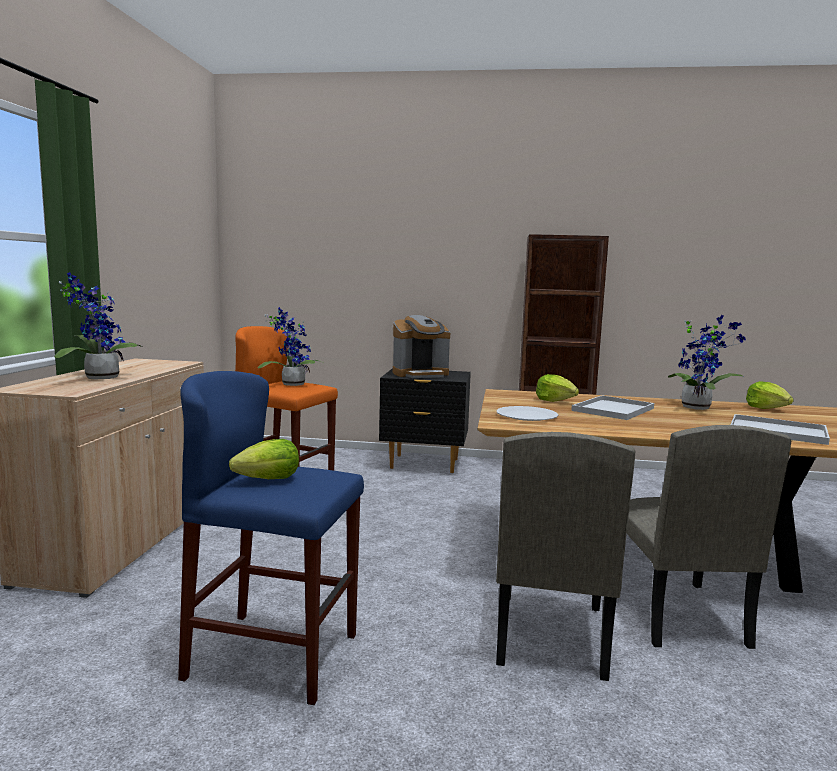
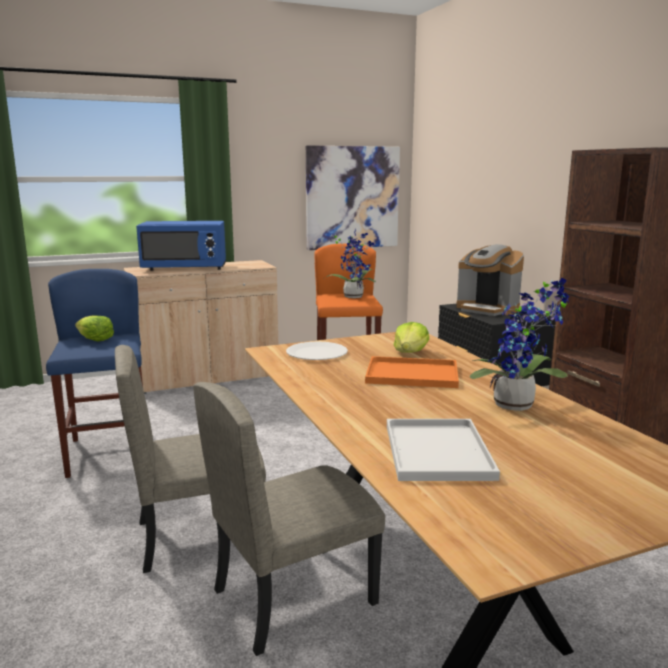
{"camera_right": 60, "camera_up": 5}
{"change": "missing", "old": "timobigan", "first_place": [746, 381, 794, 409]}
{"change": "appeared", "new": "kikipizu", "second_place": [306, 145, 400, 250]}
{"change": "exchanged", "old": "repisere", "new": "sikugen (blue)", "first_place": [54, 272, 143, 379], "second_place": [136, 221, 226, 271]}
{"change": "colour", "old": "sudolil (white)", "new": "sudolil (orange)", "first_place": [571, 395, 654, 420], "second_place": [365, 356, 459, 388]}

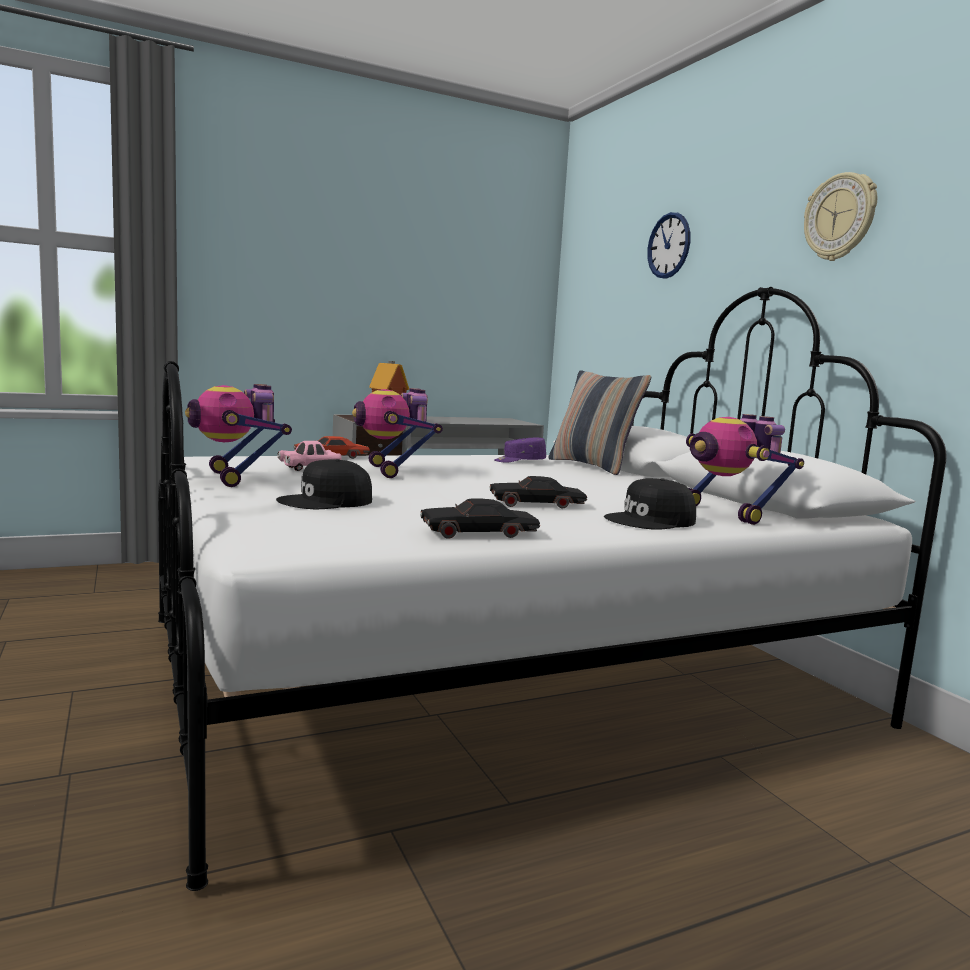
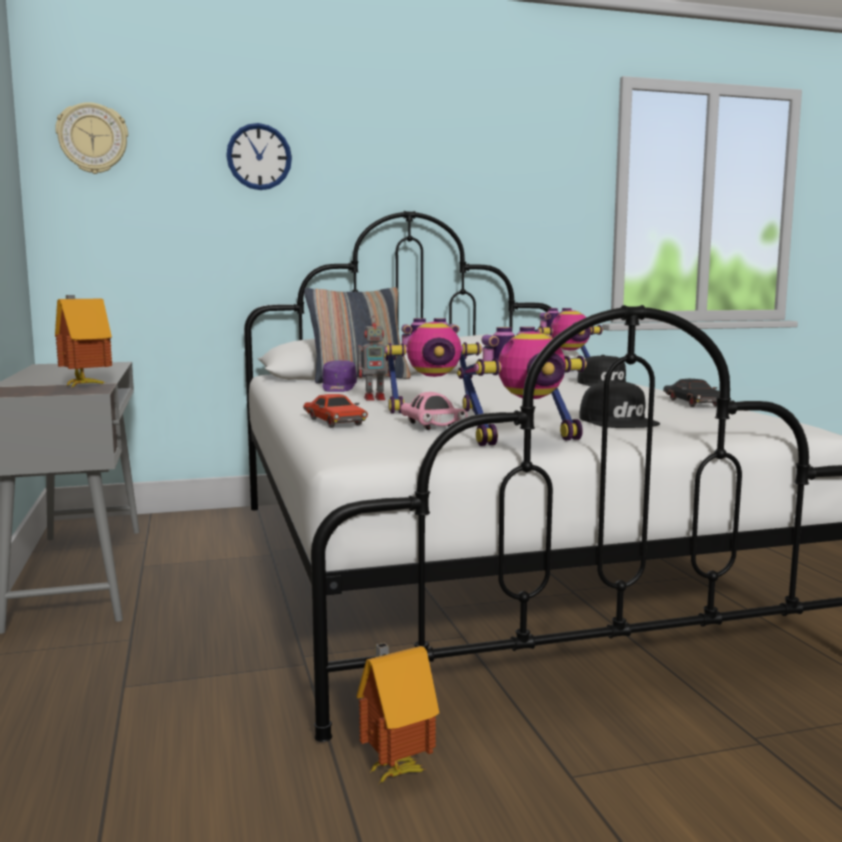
{"camera_right": -80, "camera_up": 0}
{"change": "missing", "old": "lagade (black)", "first_place": [489, 476, 587, 508]}
{"change": "appeared", "new": "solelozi", "second_place": [356, 642, 439, 784]}
{"change": "appeared", "new": "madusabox", "second_place": [358, 316, 390, 401]}
{"change": "relocated", "old": "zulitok", "first_place": [804, 172, 877, 261], "second_place": [55, 102, 128, 174]}

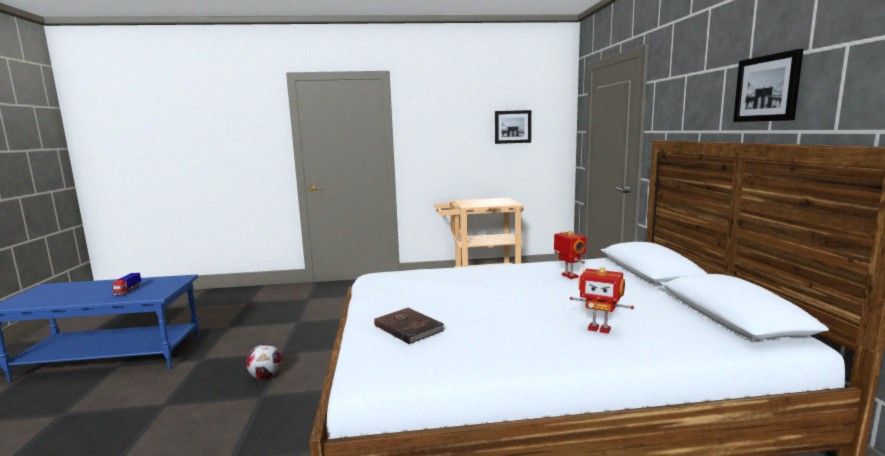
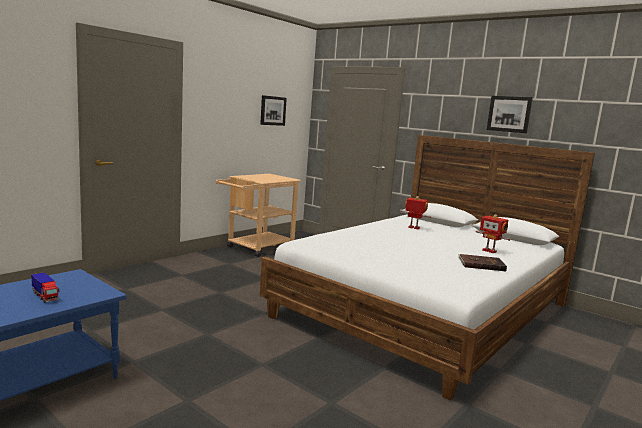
{"camera_right": -45, "camera_up": 0}
{"change": "missing", "old": "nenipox", "first_place": [246, 344, 282, 379]}
{"change": "relocated", "old": "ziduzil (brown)", "first_place": [374, 308, 445, 344], "second_place": [458, 254, 507, 271]}
{"change": "spun", "old": "madusabox", "first_place": [570, 267, 634, 334], "second_place": [476, 214, 510, 253], "degrees": 60}

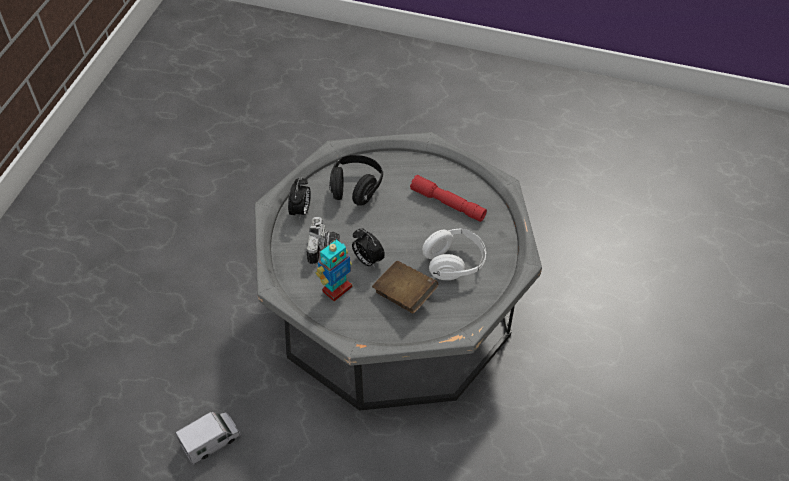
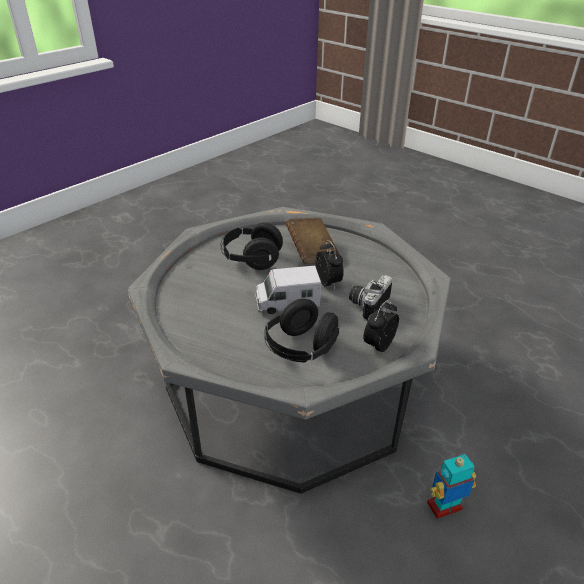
{"camera_right": -155, "camera_up": -15}
{"change": "missing", "old": "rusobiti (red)", "first_place": [410, 175, 487, 222]}
{"change": "relocated", "old": "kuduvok", "first_place": [175, 411, 241, 465], "second_place": [255, 266, 321, 314]}
{"change": "relocated", "old": "madusabox", "first_place": [316, 239, 352, 301], "second_place": [427, 454, 476, 519]}
{"change": "colour", "old": "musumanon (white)", "new": "musumanon (black)", "first_place": [422, 228, 486, 280], "second_place": [220, 223, 283, 270]}

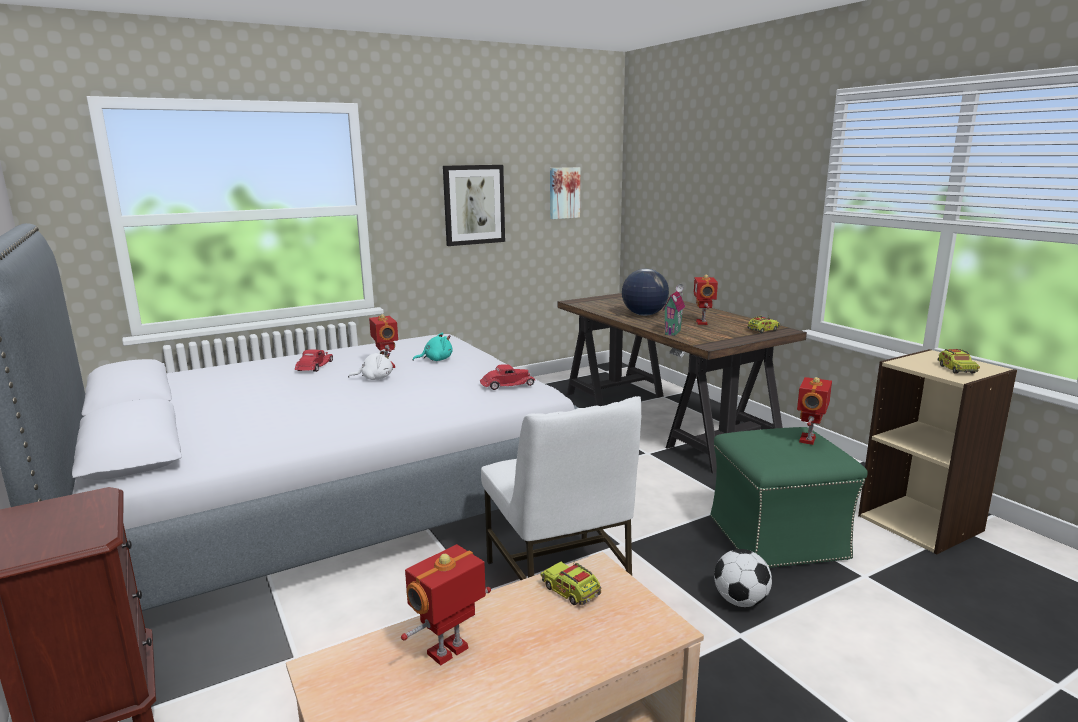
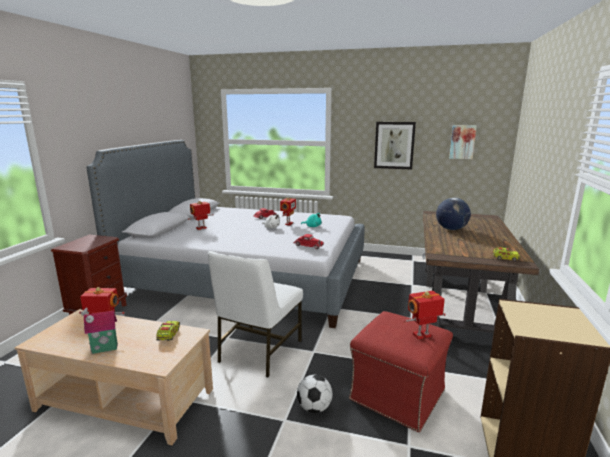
{"camera_right": 45, "camera_up": 0}
{"change": "missing", "old": "kuduvok", "first_place": [937, 348, 980, 374]}
{"change": "relocated", "old": "solelozi", "first_place": [662, 284, 685, 336], "second_place": [80, 307, 118, 354]}
{"change": "relocated", "old": "madusabox", "first_place": [694, 275, 718, 325], "second_place": [188, 201, 214, 230]}
{"change": "colour", "old": "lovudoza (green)", "new": "lovudoza (red)", "first_place": [710, 427, 868, 568], "second_place": [349, 311, 453, 432]}

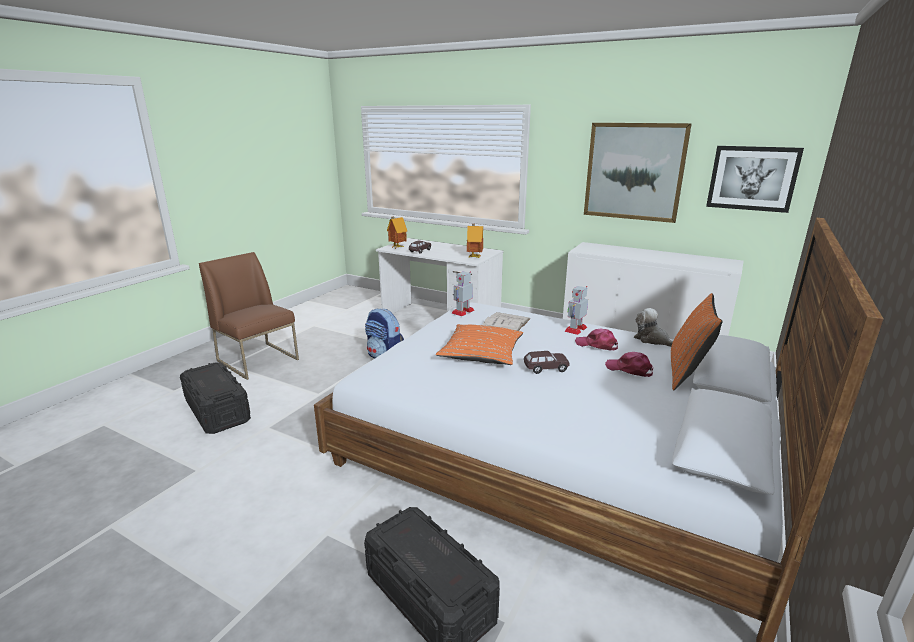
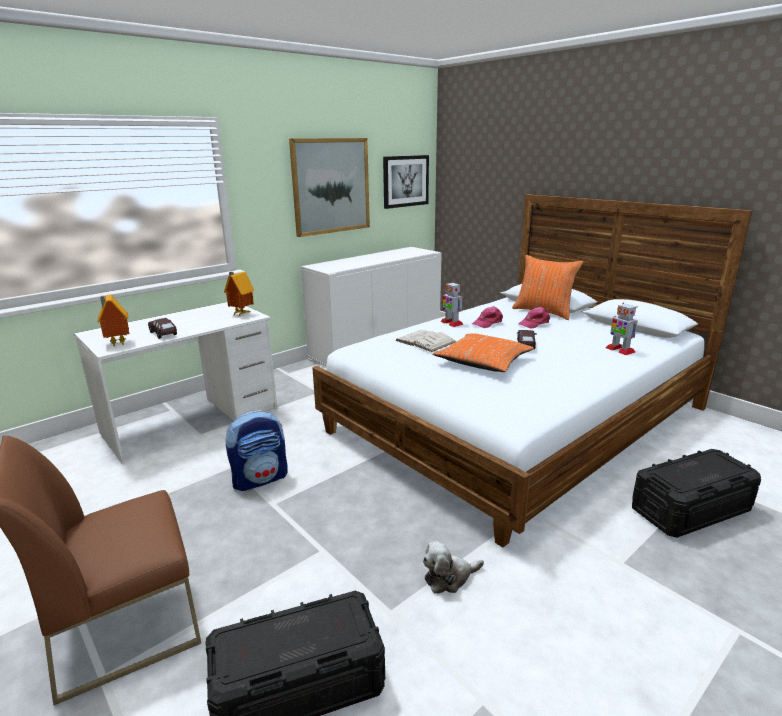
{"camera_right": -70, "camera_up": 0}
{"change": "relocated", "old": "madusabox", "first_place": [451, 271, 474, 316], "second_place": [606, 302, 638, 355]}
{"change": "relocated", "old": "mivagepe", "first_place": [634, 308, 673, 347], "second_place": [423, 541, 484, 593]}

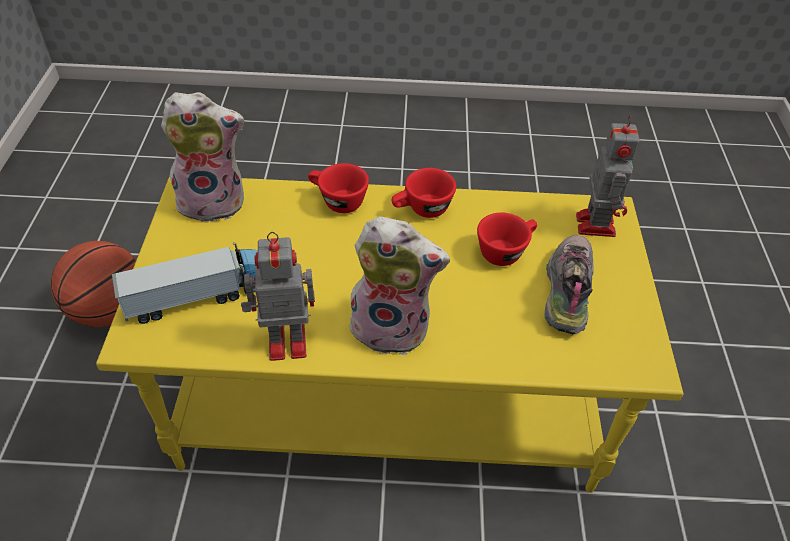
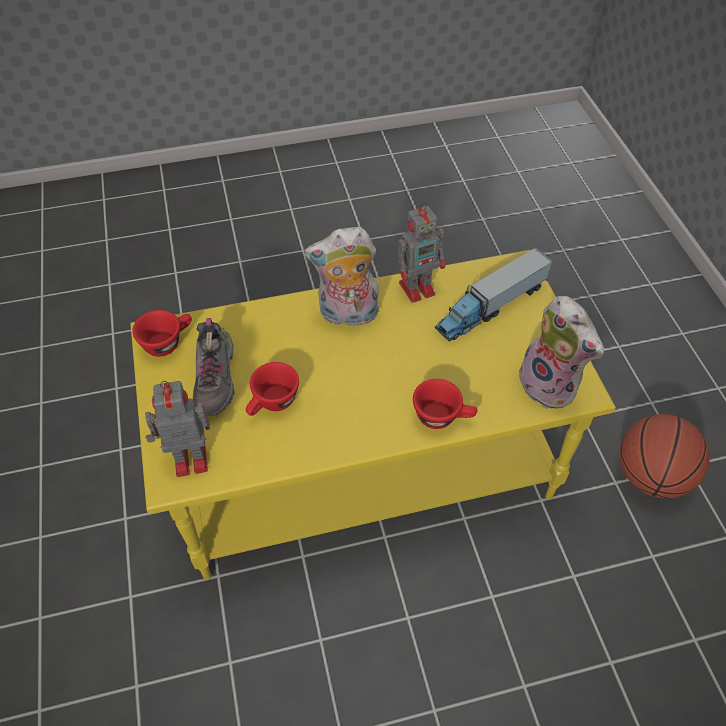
{"camera_right": 165, "camera_up": 5}
{"change": "relocated", "old": "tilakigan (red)", "first_place": [392, 168, 456, 218], "second_place": [132, 310, 192, 357]}
{"change": "spun", "old": "mivagepe", "first_place": [161, 92, 244, 222], "second_place": [517, 296, 604, 409], "degrees": -105}
{"change": "spun", "old": "madusabox", "first_place": [576, 115, 640, 237], "second_place": [145, 381, 210, 477], "degrees": 90}

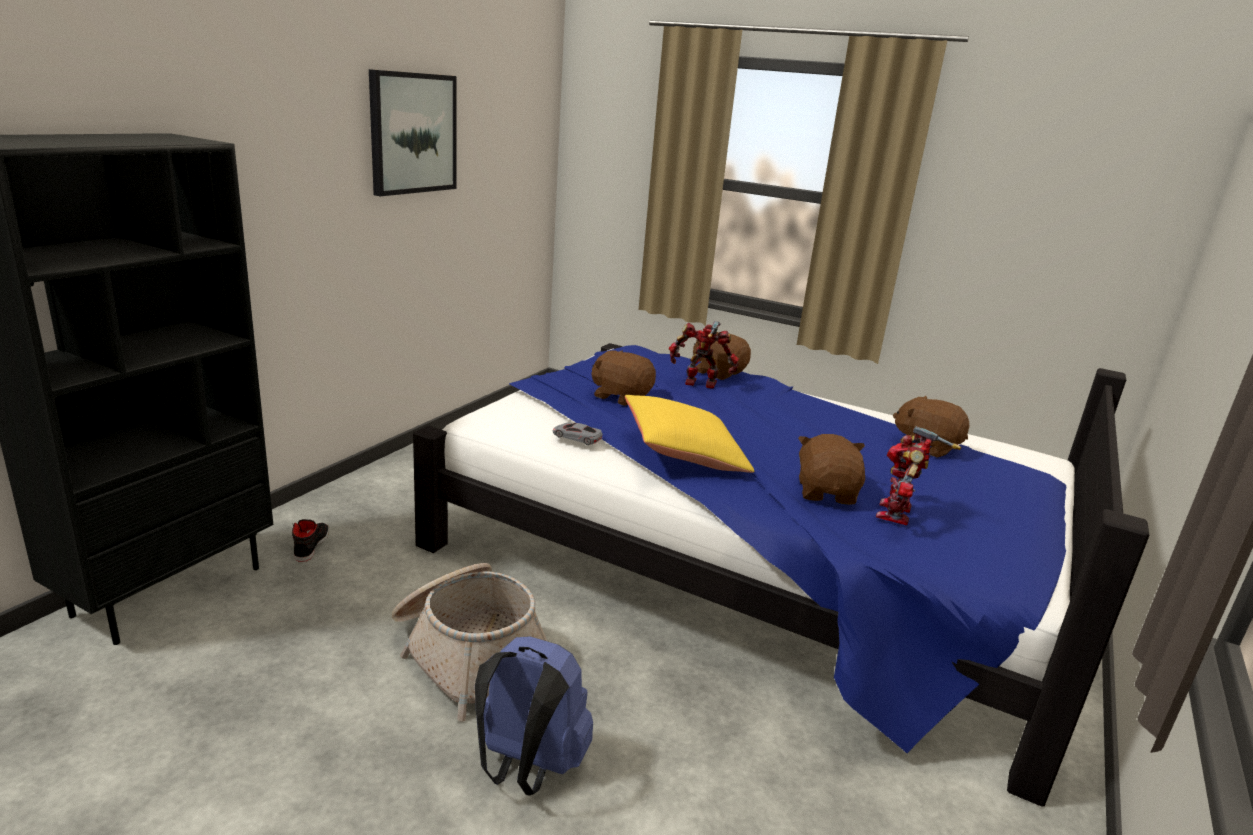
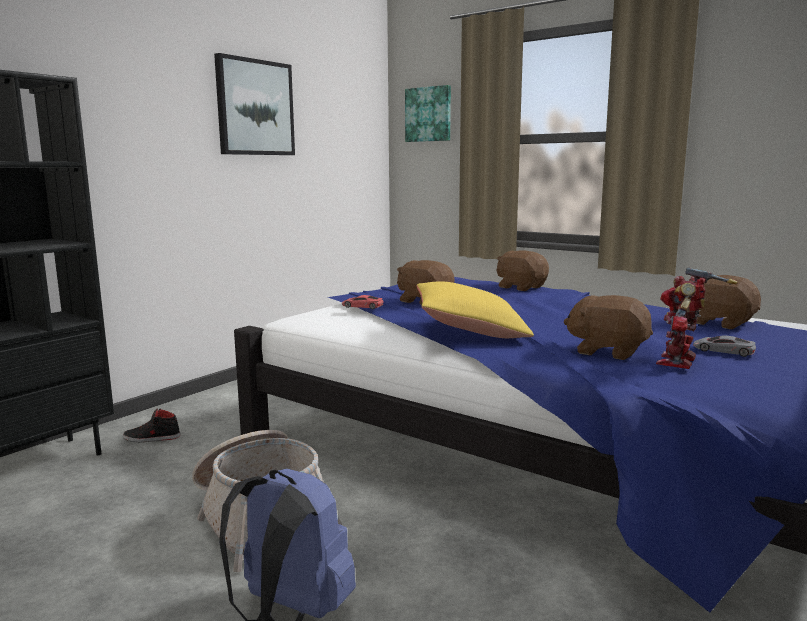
{"camera_right": 10, "camera_up": -10}
{"change": "missing", "old": "madusabox", "first_place": [669, 321, 739, 388]}
{"change": "appeared", "new": "lagade (red)", "second_place": [342, 295, 383, 309]}
{"change": "appeared", "new": "kikipizu", "second_place": [405, 85, 451, 142]}
{"change": "relocated", "old": "lagade (grey)", "first_place": [552, 422, 603, 445], "second_place": [693, 336, 756, 357]}
{"change": "spun", "old": "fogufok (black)", "first_place": [292, 519, 329, 562], "second_place": [123, 409, 180, 442], "degrees": -105}
{"change": "spun", "old": "mivagepe (brown)", "first_place": [798, 434, 865, 505], "second_place": [564, 295, 653, 360], "degrees": -75}

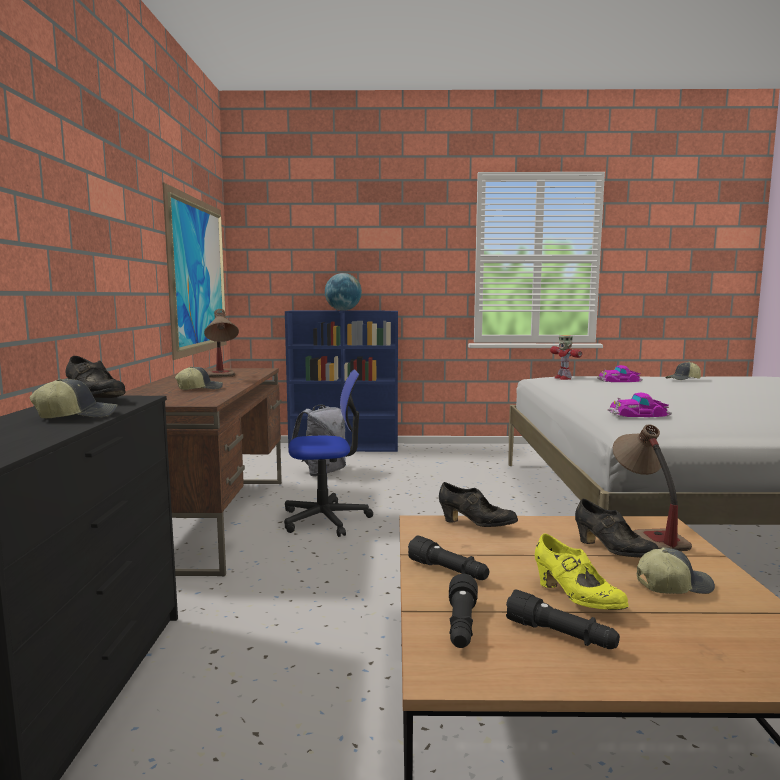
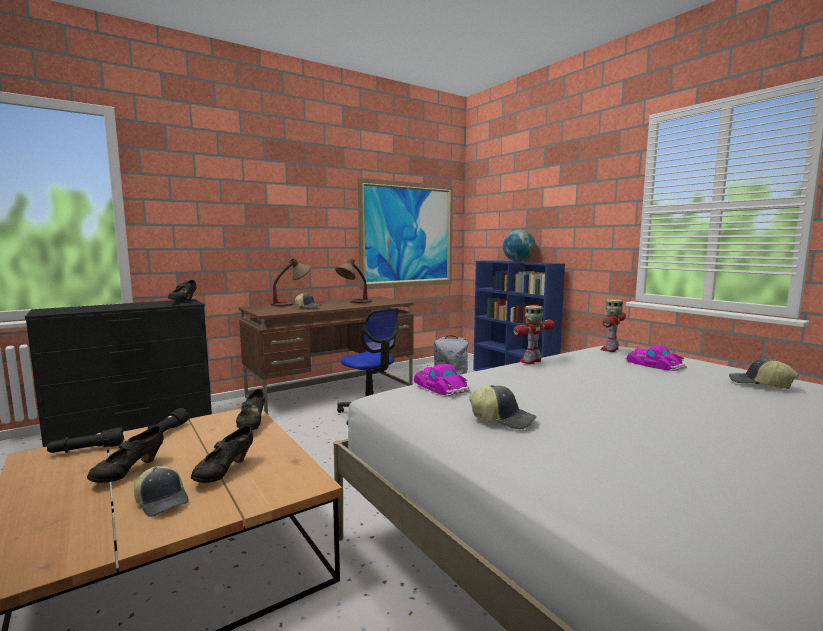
{"camera_right": 55, "camera_up": 0}
{"change": "missing", "old": "rusobiti (black)", "first_place": [506, 589, 620, 649]}
{"change": "appeared", "new": "madusabox", "second_place": [513, 305, 555, 364]}
{"change": "relocated", "old": "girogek", "first_place": [30, 379, 117, 418], "second_place": [469, 385, 537, 429]}
{"change": "relocated", "old": "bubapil", "first_place": [613, 424, 692, 551], "second_place": [271, 258, 311, 307]}
{"change": "colour", "old": "fogufok (yellow)", "new": "fogufok (black)", "first_place": [535, 533, 629, 610], "second_place": [87, 425, 164, 483]}

